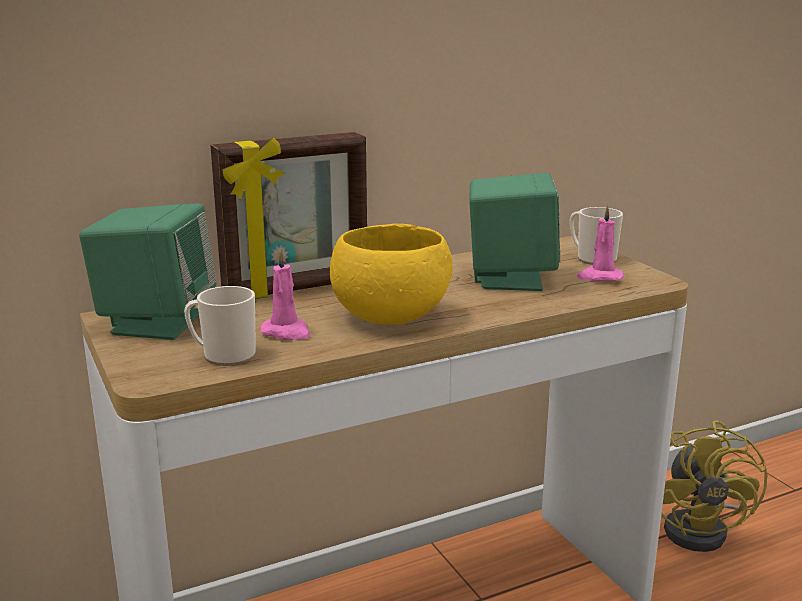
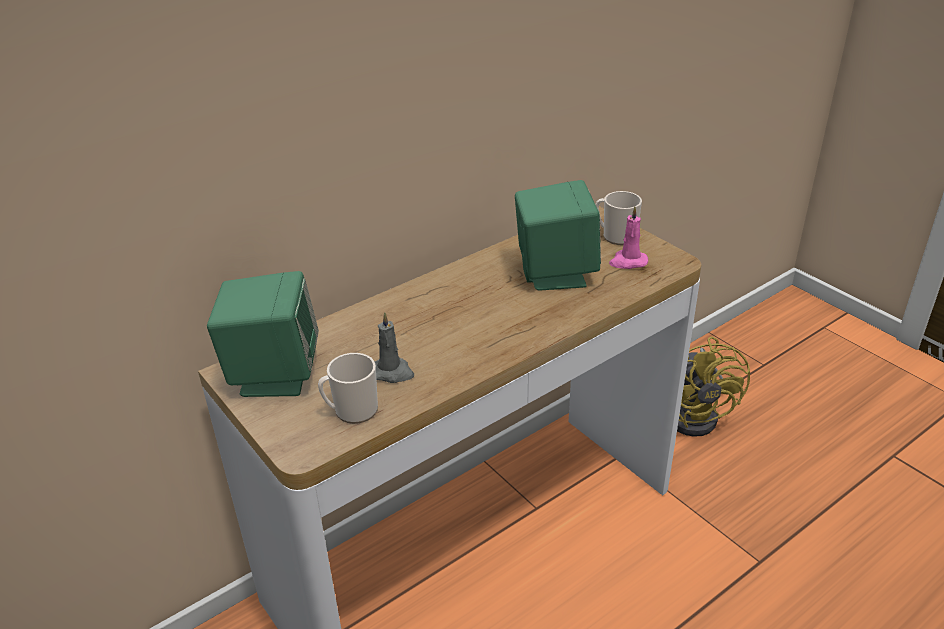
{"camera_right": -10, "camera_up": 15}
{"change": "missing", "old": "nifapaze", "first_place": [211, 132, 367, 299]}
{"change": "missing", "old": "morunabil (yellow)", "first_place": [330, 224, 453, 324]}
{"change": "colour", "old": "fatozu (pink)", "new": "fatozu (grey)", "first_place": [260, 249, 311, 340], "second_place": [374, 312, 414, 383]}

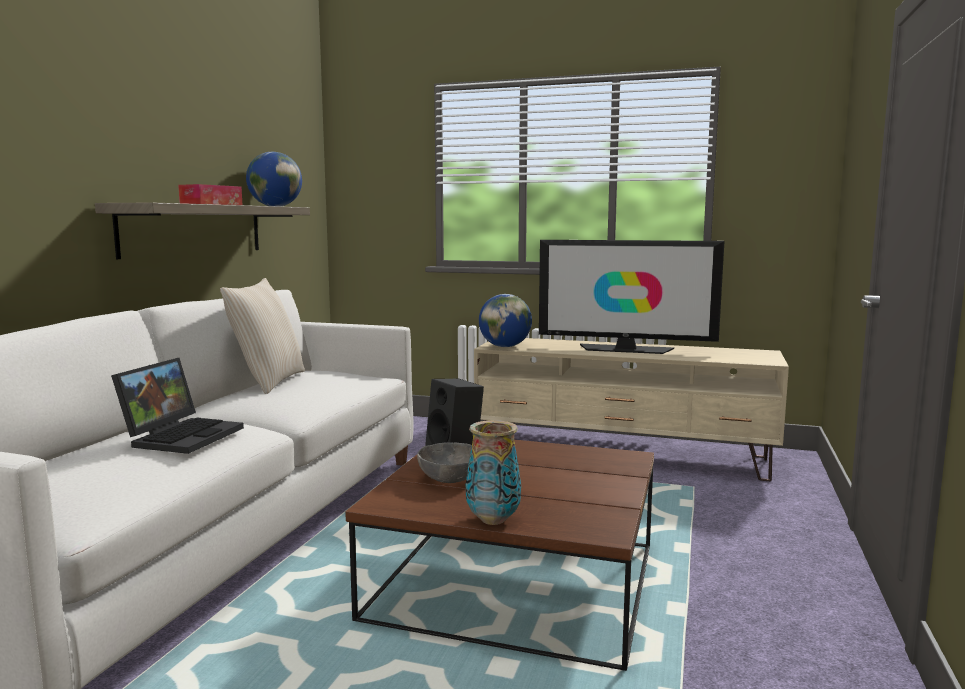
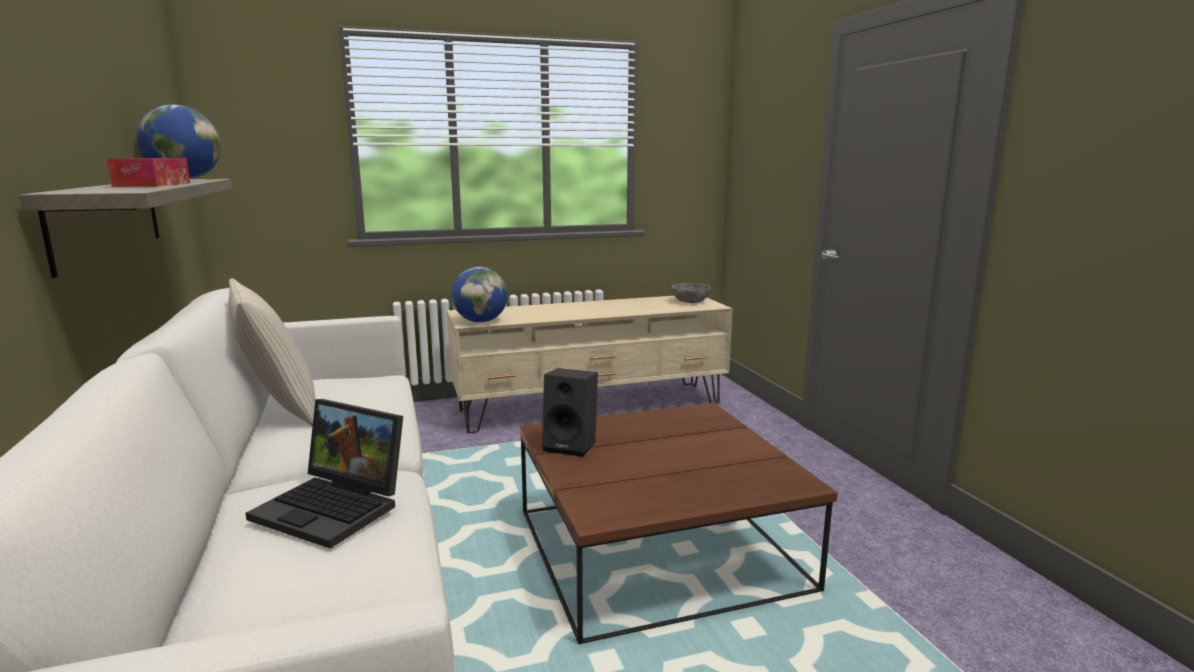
{"camera_right": -35, "camera_up": 5}
{"change": "missing", "old": "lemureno", "first_place": [466, 420, 521, 525]}
{"change": "missing", "old": "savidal", "first_place": [539, 240, 724, 354]}
{"change": "relocated", "old": "morunabil (grey)", "first_place": [417, 442, 472, 483], "second_place": [671, 283, 711, 303]}
{"change": "spun", "old": "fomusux", "first_place": [111, 358, 244, 454], "second_place": [245, 399, 403, 548], "degrees": 135}

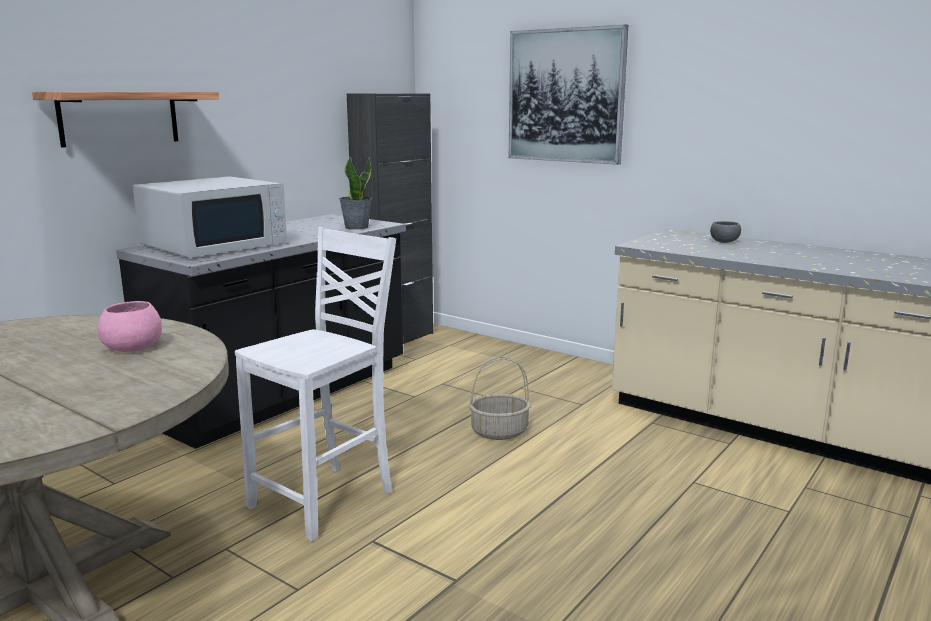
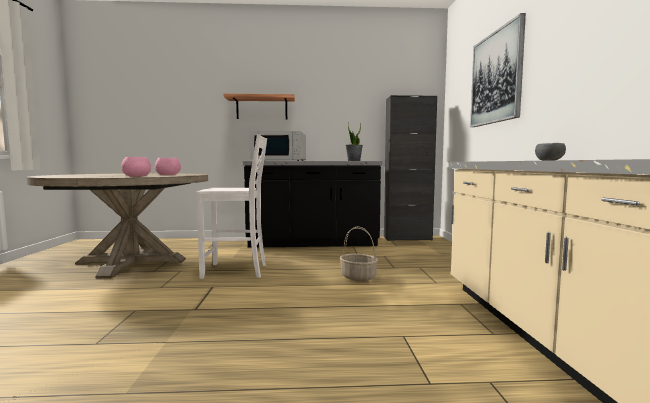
{"camera_right": 50, "camera_up": -10}
{"change": "appeared", "new": "morunabil (pink)", "second_place": [121, 157, 151, 177]}

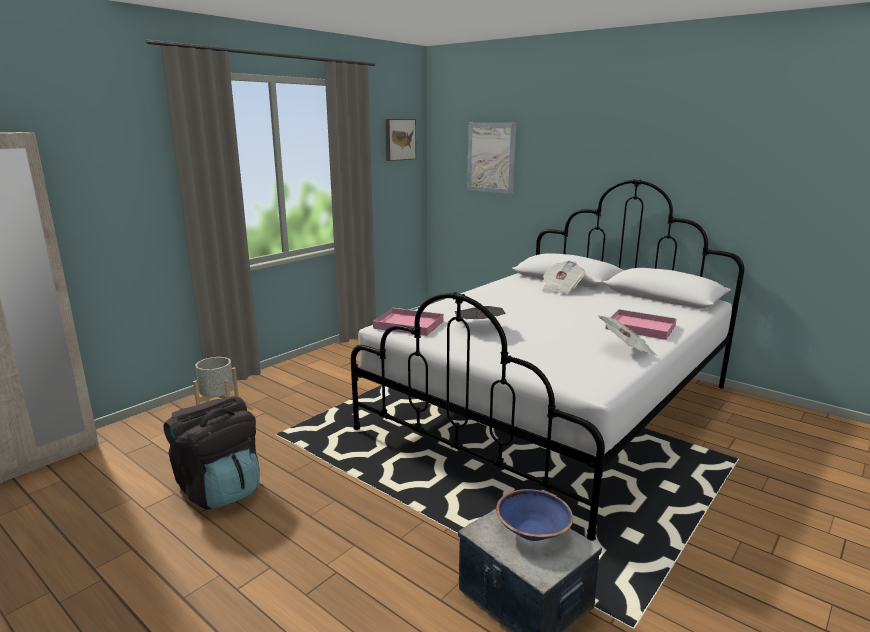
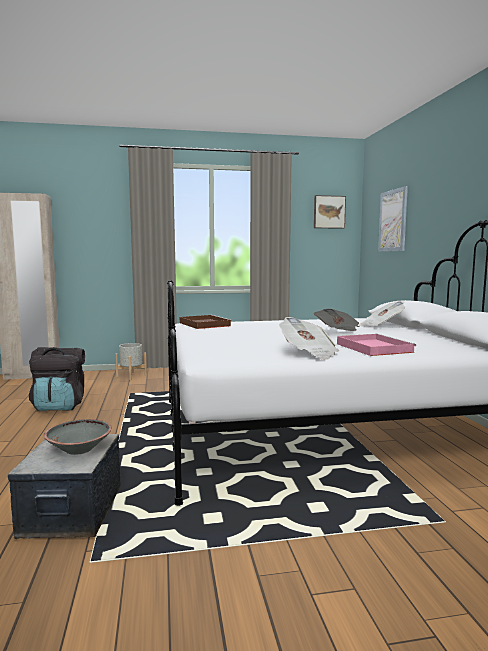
{"camera_right": 40, "camera_up": -10}
{"change": "relocated", "old": "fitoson", "first_place": [454, 306, 506, 319], "second_place": [314, 309, 359, 331]}
{"change": "colour", "old": "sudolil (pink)", "new": "sudolil (brown)", "first_place": [373, 308, 444, 336], "second_place": [180, 315, 232, 329]}
{"change": "colour", "old": "morunabil (blue)", "new": "morunabil (grey)", "first_place": [496, 489, 573, 541], "second_place": [44, 419, 112, 455]}

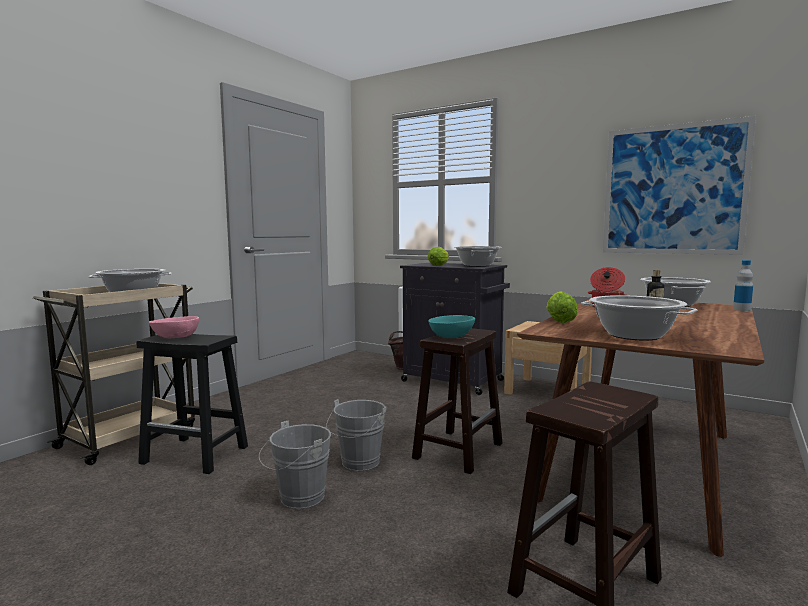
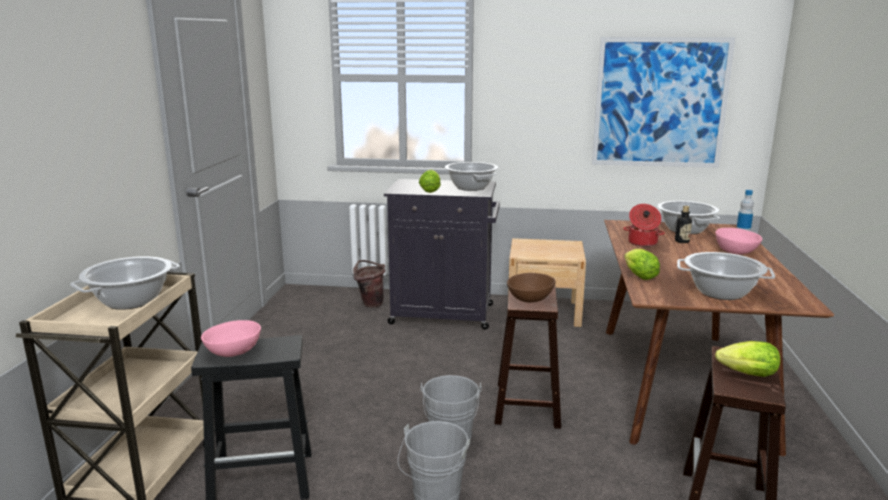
{"camera_right": -25, "camera_up": 10}
{"change": "appeared", "new": "morunabil (pink)", "second_place": [715, 228, 762, 254]}
{"change": "appeared", "new": "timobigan", "second_place": [715, 341, 780, 377]}
{"change": "colour", "old": "morunabil (turquoise)", "new": "morunabil (brown)", "first_place": [428, 315, 475, 338], "second_place": [507, 273, 555, 302]}

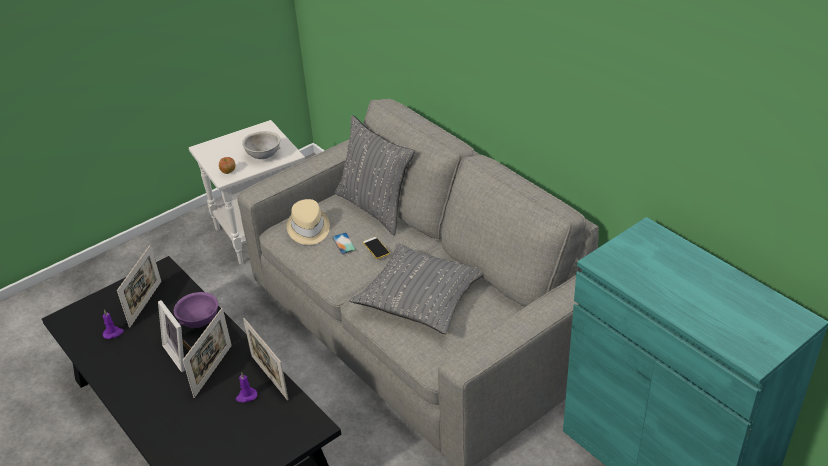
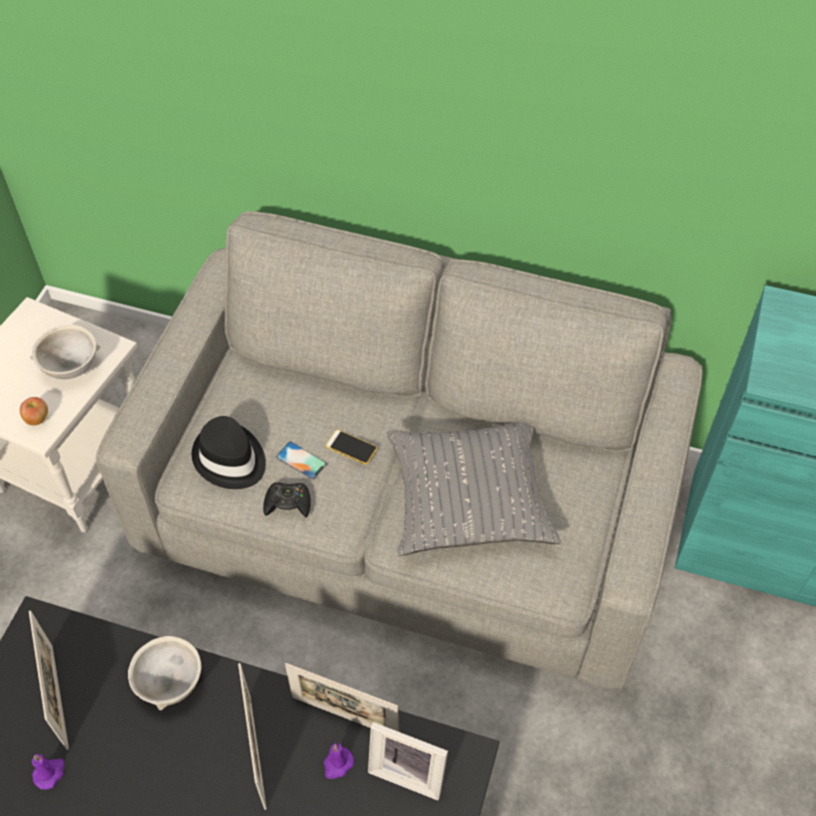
{"camera_right": -35, "camera_up": 15}
{"change": "missing", "old": "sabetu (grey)", "first_place": [335, 115, 415, 235]}
{"change": "appeared", "new": "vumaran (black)", "second_place": [263, 482, 311, 517]}
{"change": "relocated", "old": "nifapaze", "first_place": [158, 300, 191, 372], "second_place": [368, 722, 448, 801]}
{"change": "colour", "old": "morunabil (purple)", "new": "morunabil (grey)", "first_place": [174, 292, 218, 328], "second_place": [128, 636, 201, 710]}
{"change": "colour", "old": "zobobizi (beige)", "new": "zobobizi (black)", "first_place": [286, 199, 330, 245], "second_place": [192, 416, 266, 489]}

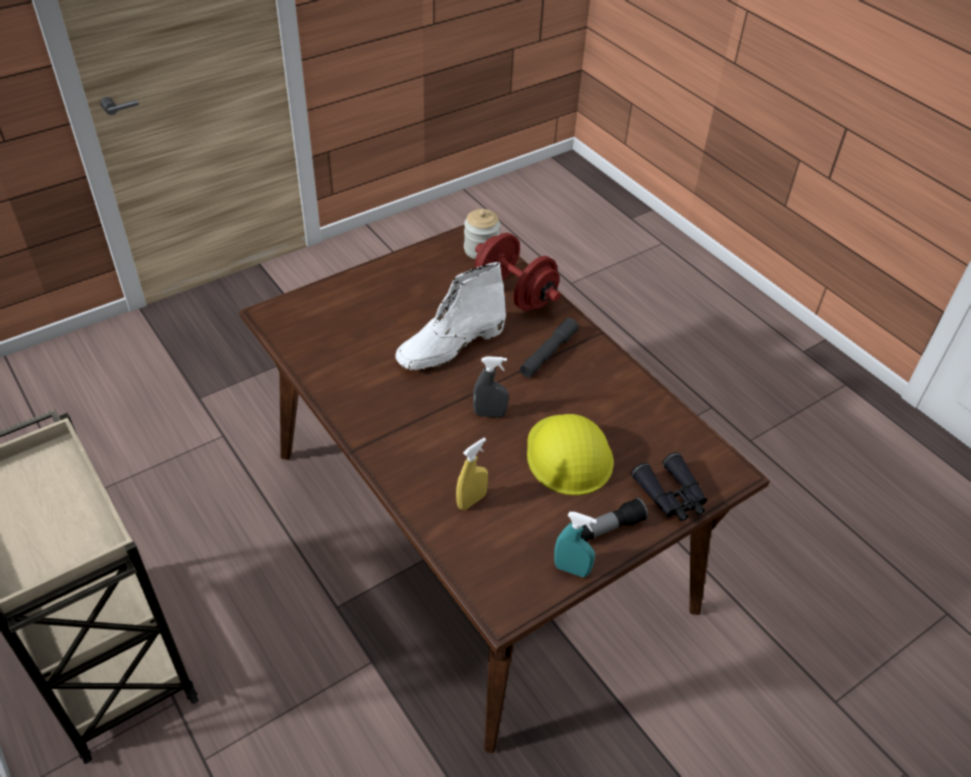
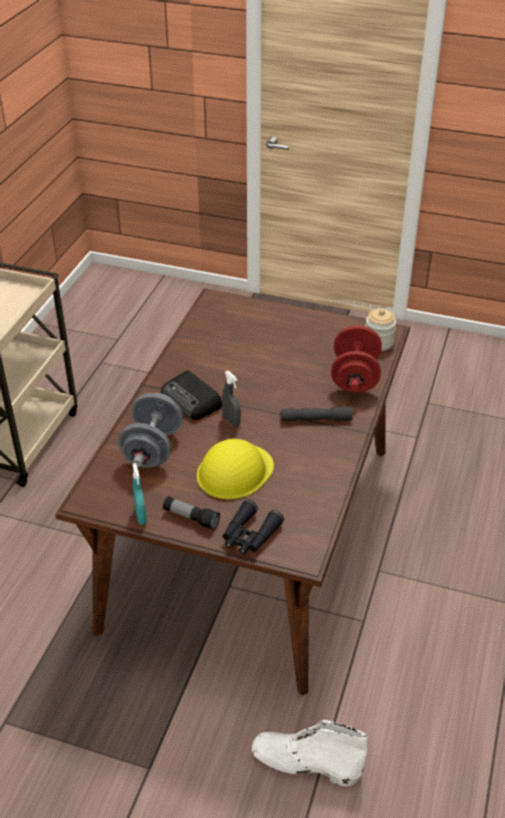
{"camera_right": 55, "camera_up": -5}
{"change": "appeared", "new": "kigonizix", "second_place": [161, 370, 222, 420]}
{"change": "relocated", "old": "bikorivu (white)", "first_place": [395, 262, 506, 370], "second_place": [252, 720, 368, 786]}
{"change": "exchanged", "old": "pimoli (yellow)", "new": "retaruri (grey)", "first_place": [456, 438, 488, 510], "second_place": [118, 393, 183, 468]}

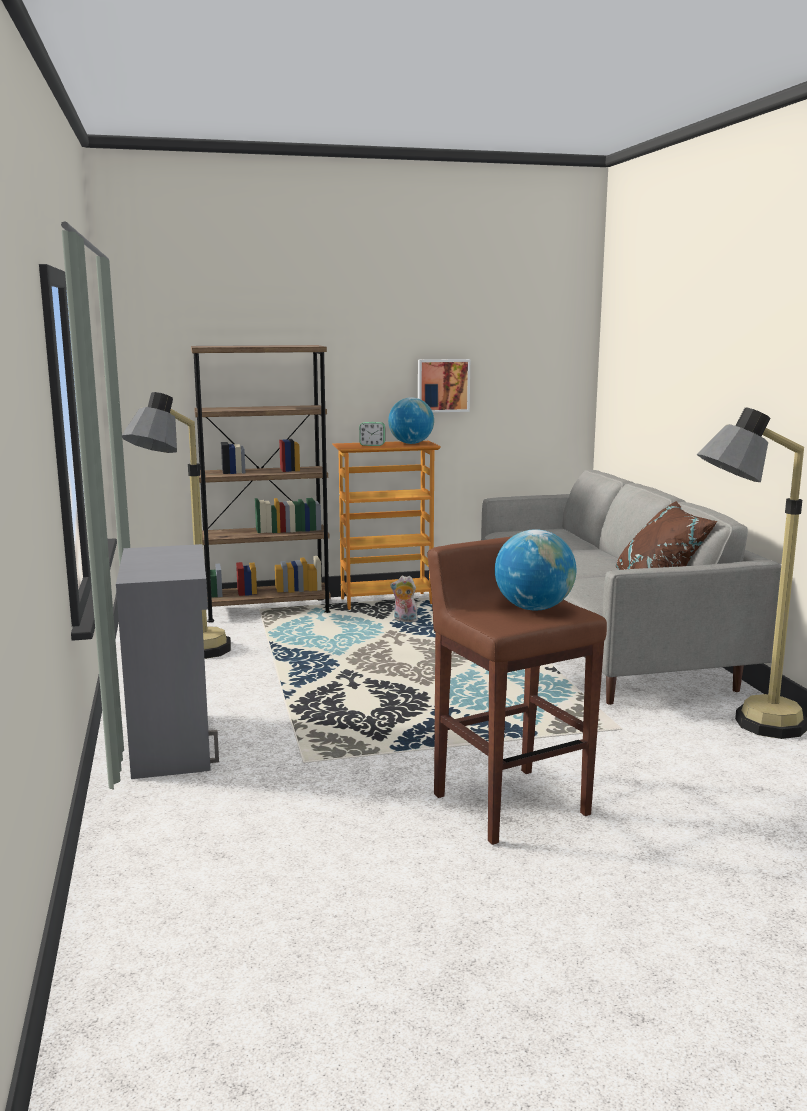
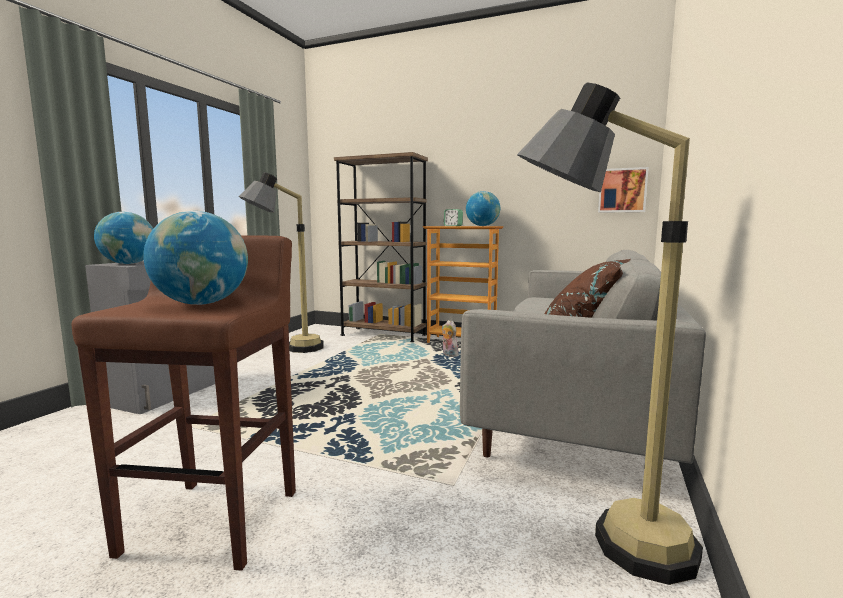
{"camera_right": 35, "camera_up": -5}
{"change": "appeared", "new": "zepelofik", "second_place": [94, 212, 153, 264]}
{"change": "relocated", "old": "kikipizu", "first_place": [418, 359, 470, 413], "second_place": [598, 167, 649, 213]}

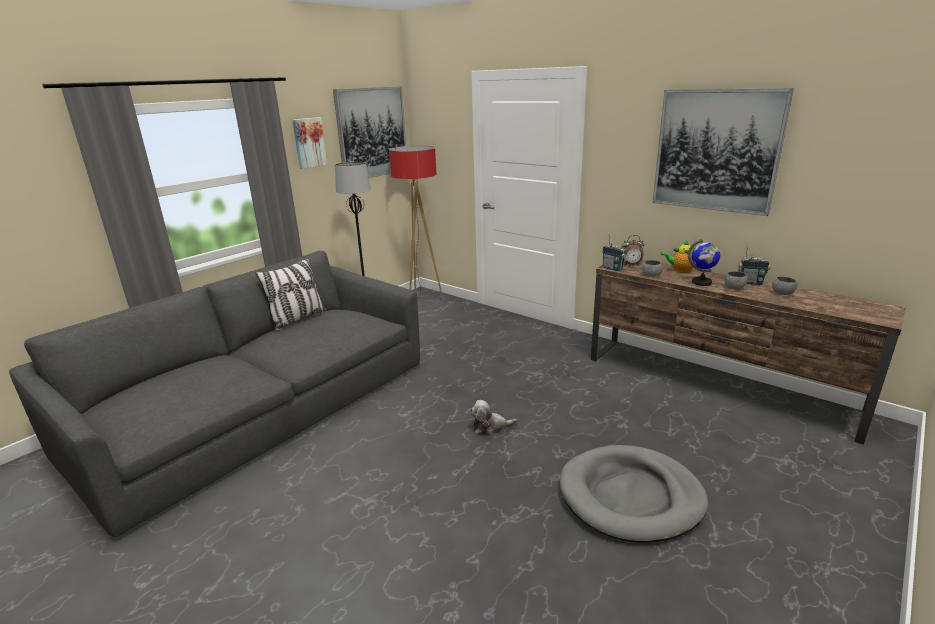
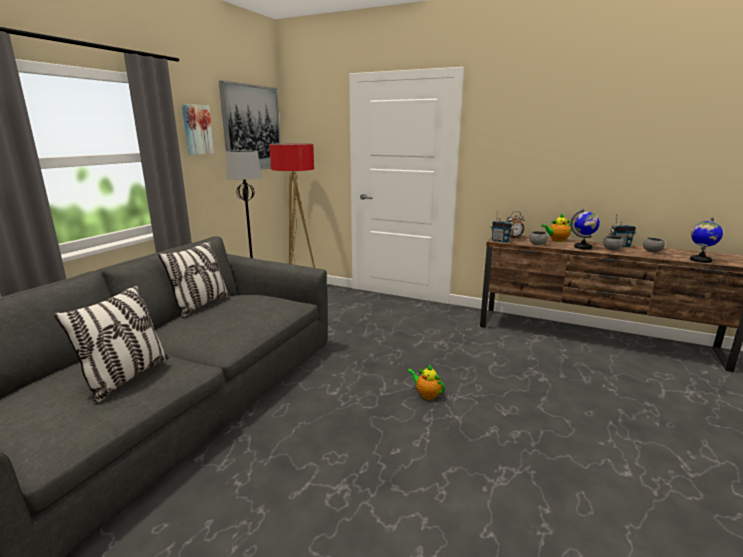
{"camera_right": -15, "camera_up": -5}
{"change": "missing", "old": "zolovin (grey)", "first_place": [560, 445, 708, 543]}
{"change": "missing", "old": "kikipizu", "first_place": [653, 88, 794, 216]}
{"change": "appeared", "new": "sabetu", "second_place": [54, 284, 169, 404]}
{"change": "appeared", "new": "zepelofik", "second_place": [690, 217, 723, 263]}
{"change": "exchanged", "old": "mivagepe", "new": "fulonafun", "first_place": [470, 400, 517, 436], "second_place": [407, 364, 445, 400]}

